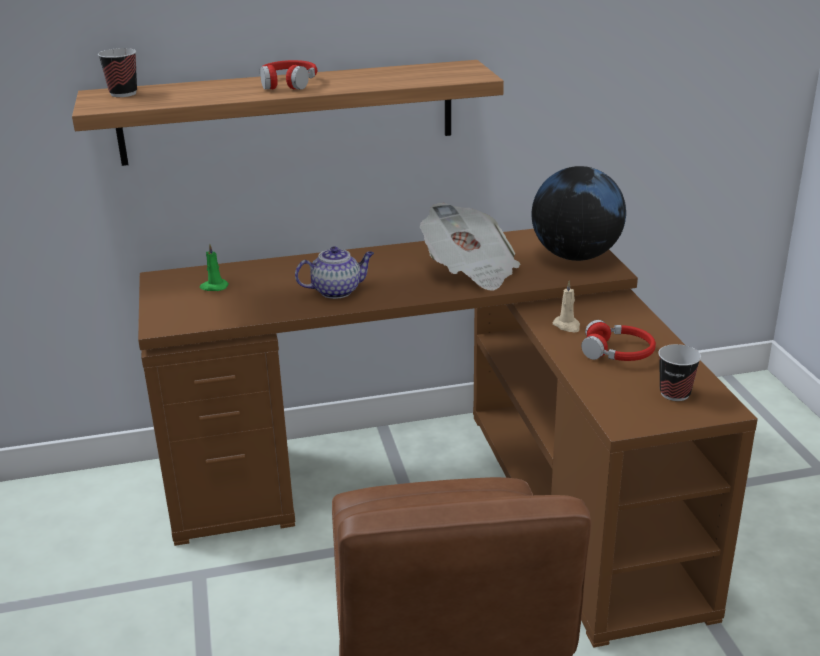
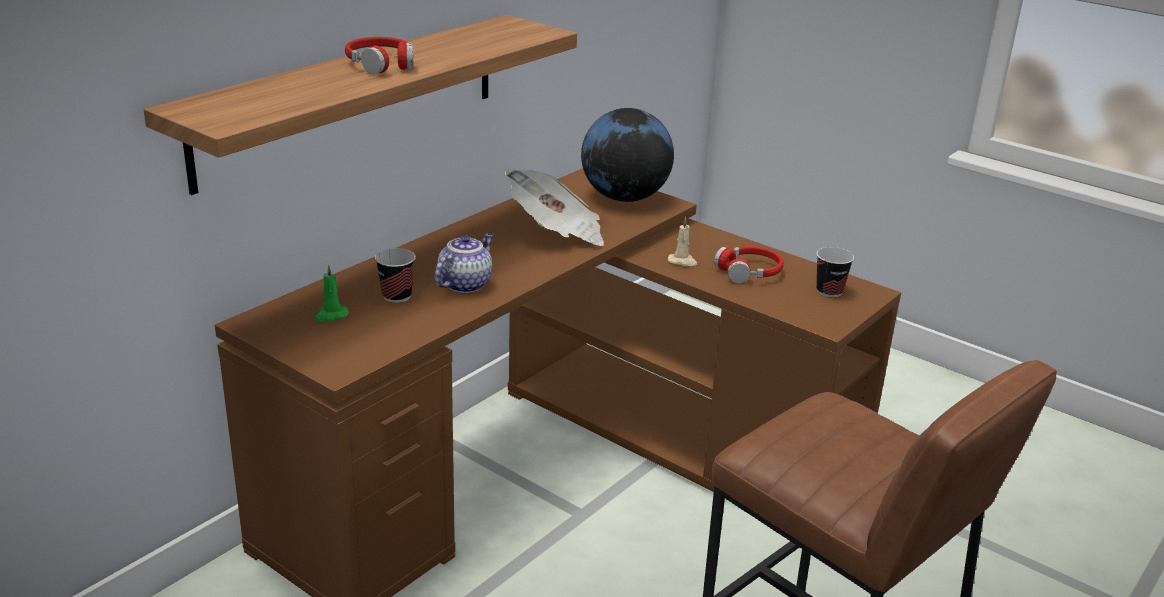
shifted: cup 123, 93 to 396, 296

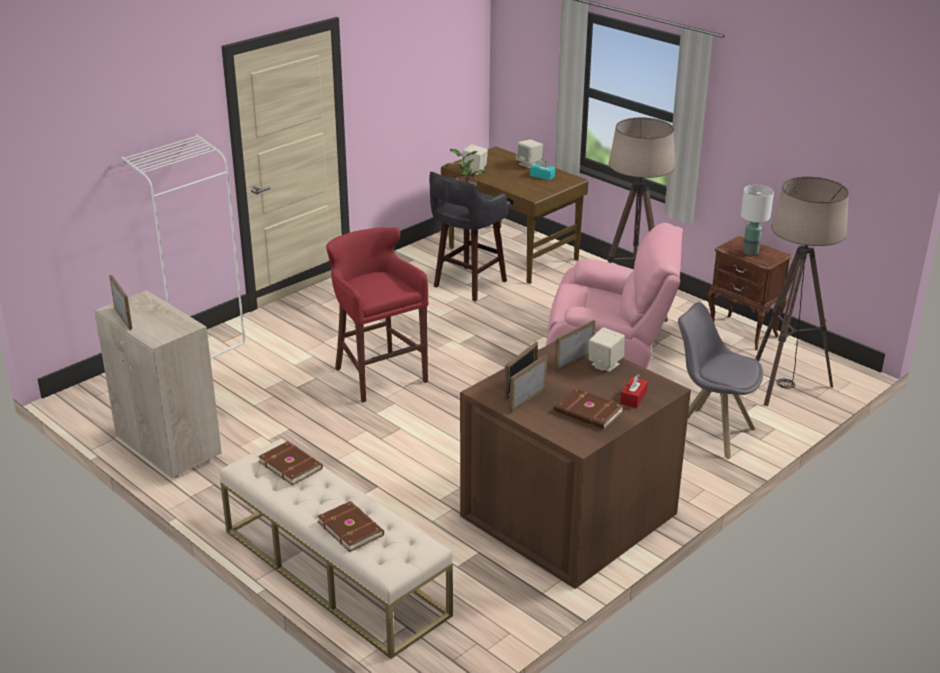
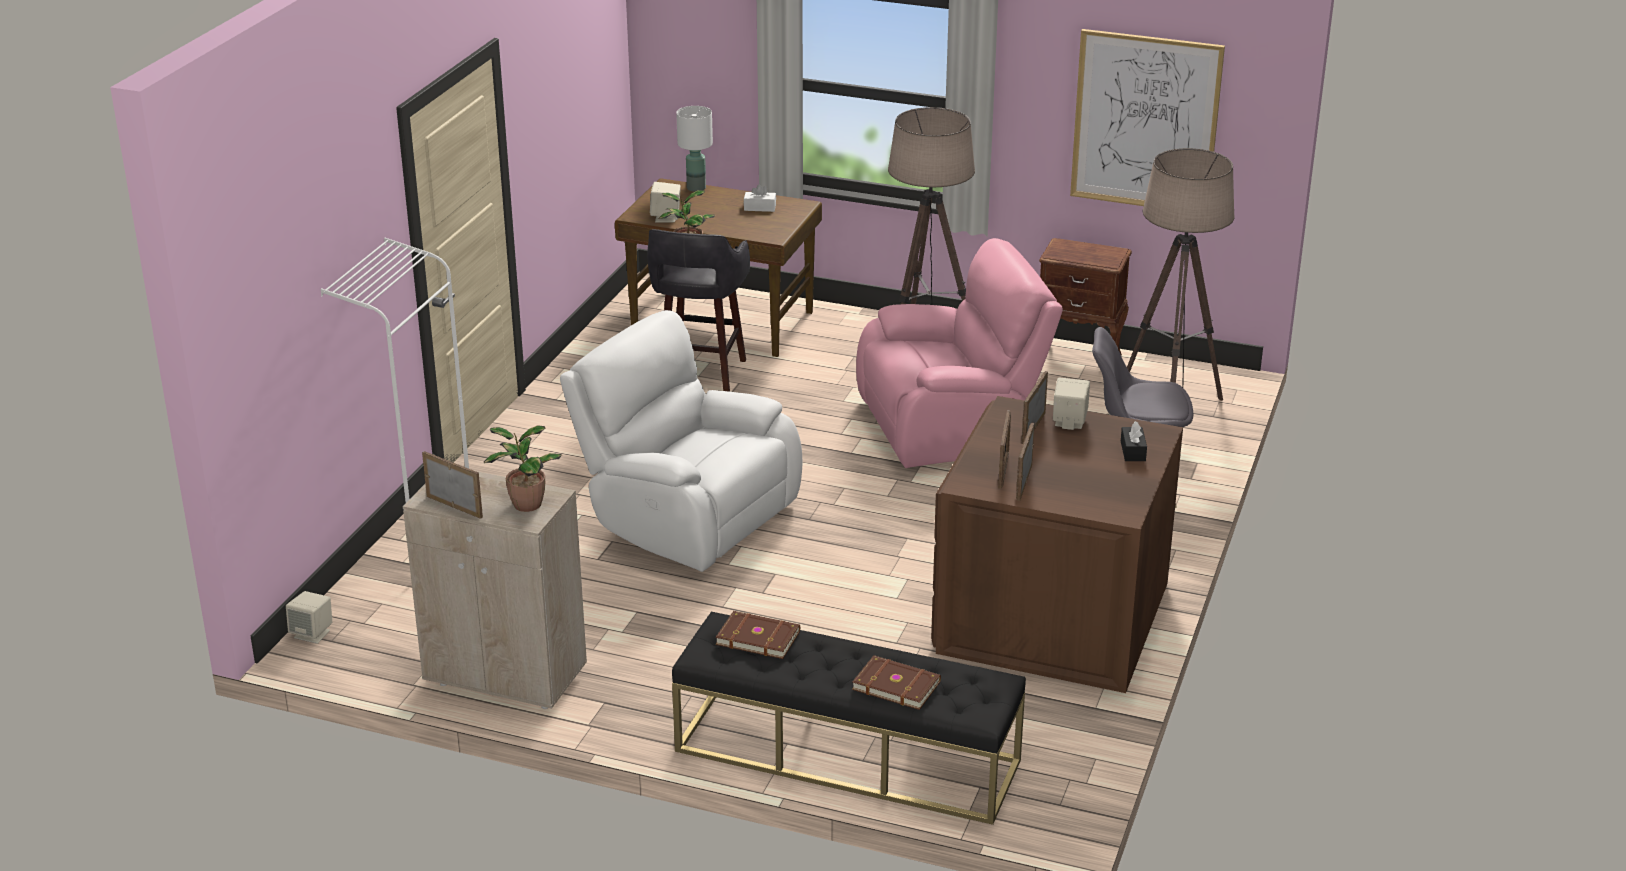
gone: brown book 588, 412
new: potted plant 525, 504; picture 1145, 121
shifted: beige speaker 529, 164 to 312, 634; white table lamp 751, 252 to 697, 188
swapped: red stool 378, 374 to white armchair 688, 517
repainted: beige bench 334, 572 to black bench 846, 756; turquoise tissue box 542, 176 to white tissue box 760, 208; red tissue box 633, 398 to black tissue box 1133, 451

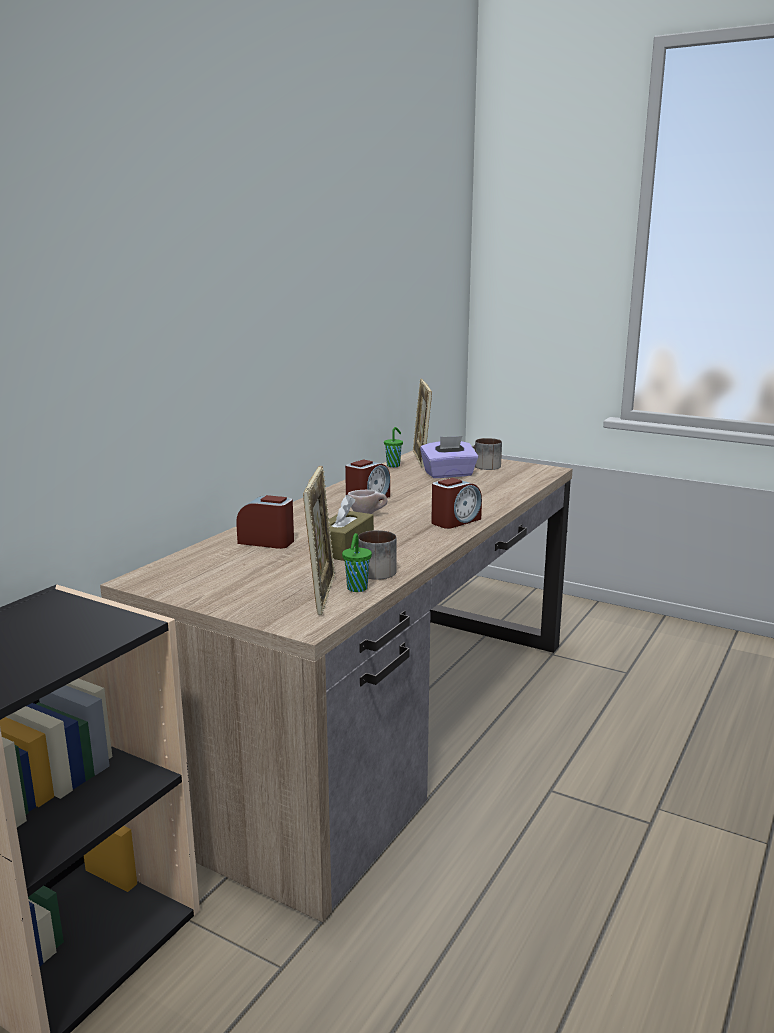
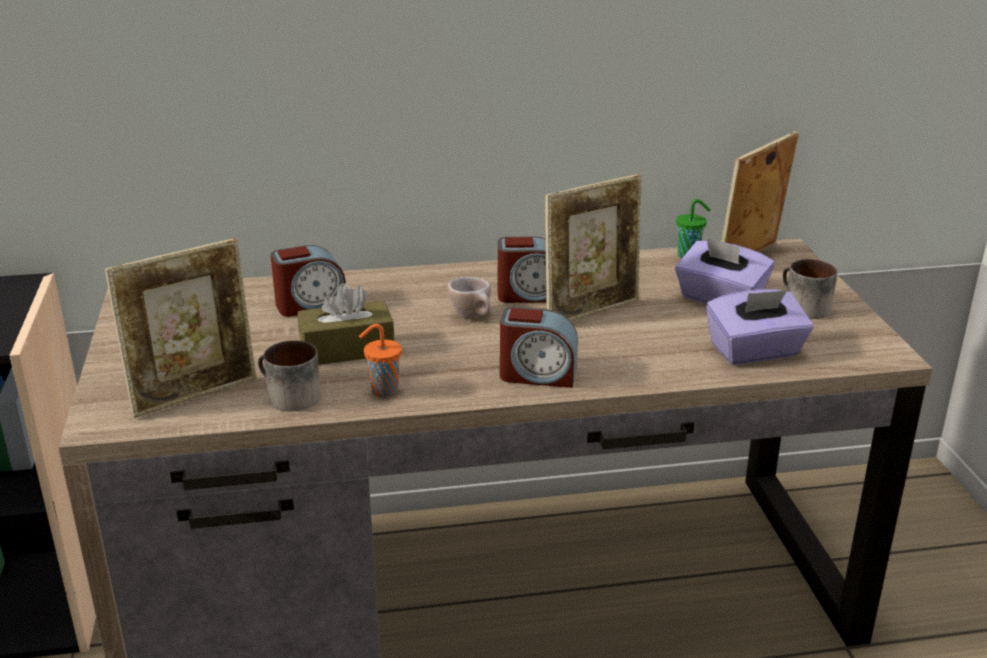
gone: green cup 356, 589
new: orange cup 383, 391; picture frame 591, 311; purple tissue box 755, 351
rotated: alarm clock 267, 541 = 310, 304 90 degrees clockwise

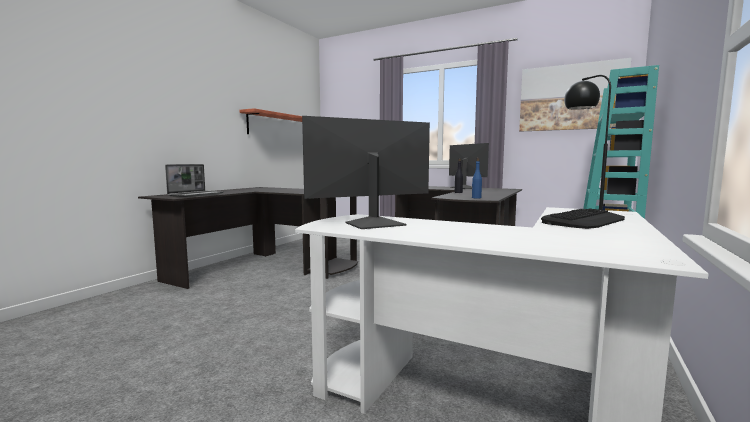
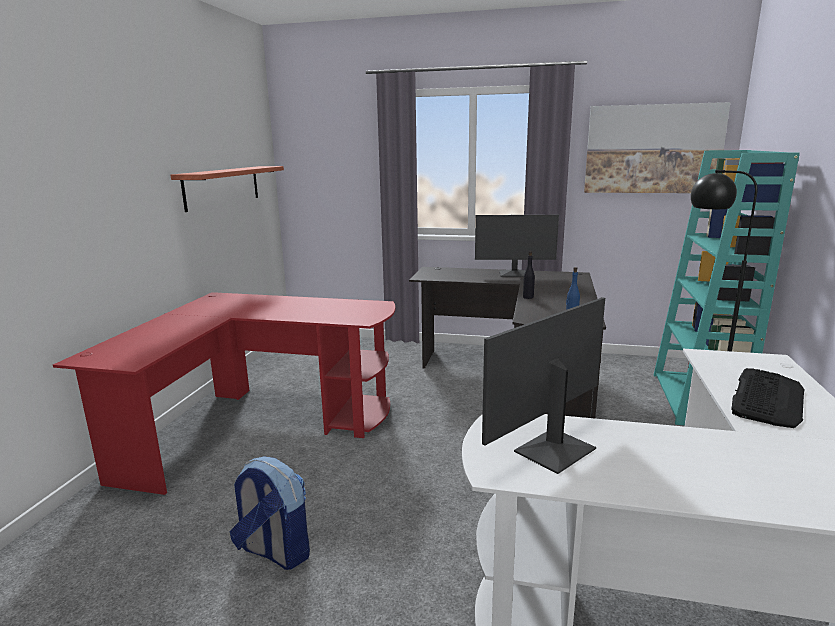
gone: laptop 196, 195
new: backpack 274, 551
repainted: black desk 265, 267 to red desk 255, 425
rotated: monitor 463, 188 = 514, 274 135 degrees clockwise

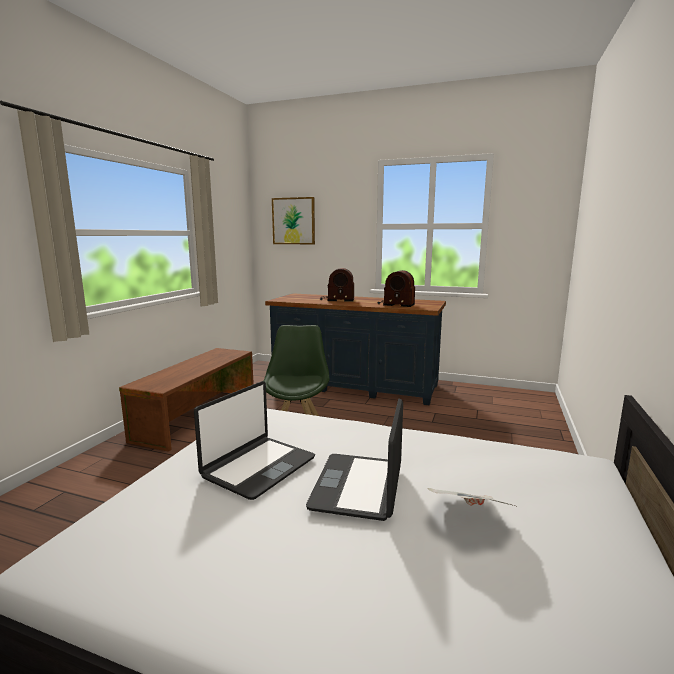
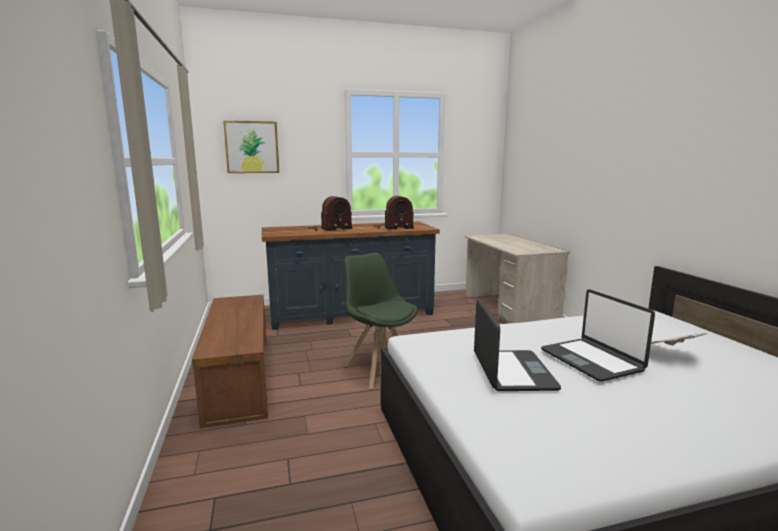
new: beige desk 508, 310

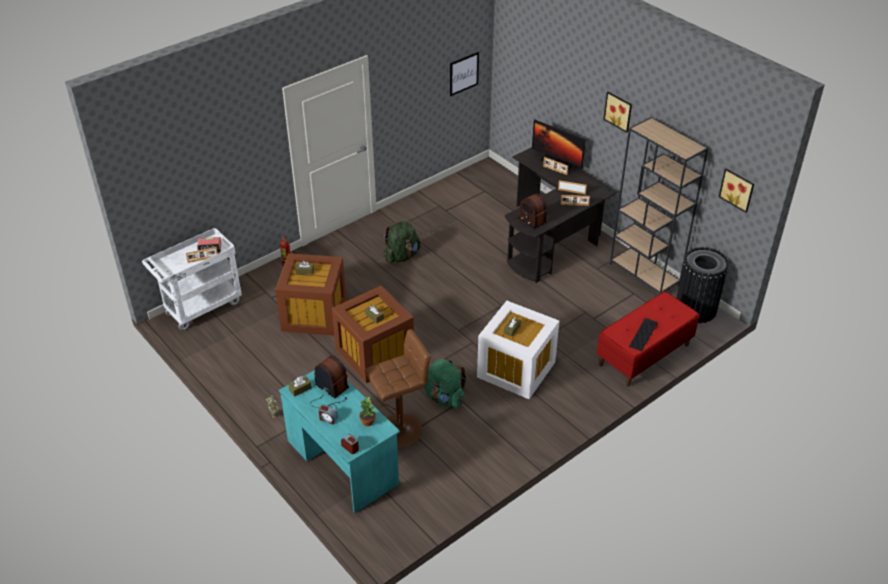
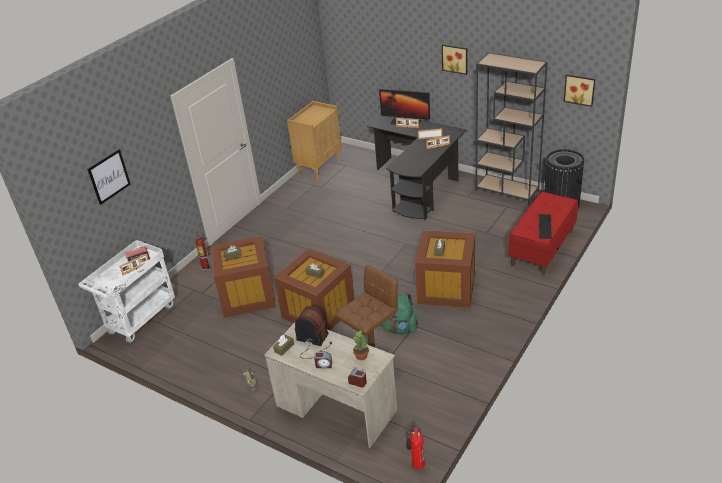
gone: green backpack 402, 256; radio 533, 216
new: brown cabinet 319, 167; fire extinguisher 417, 465
shifted: picture 464, 73 to 109, 176
repainted: turquoise desk 342, 462 to beige desk 336, 408; white storage box 517, 369 to brown storage box 447, 288

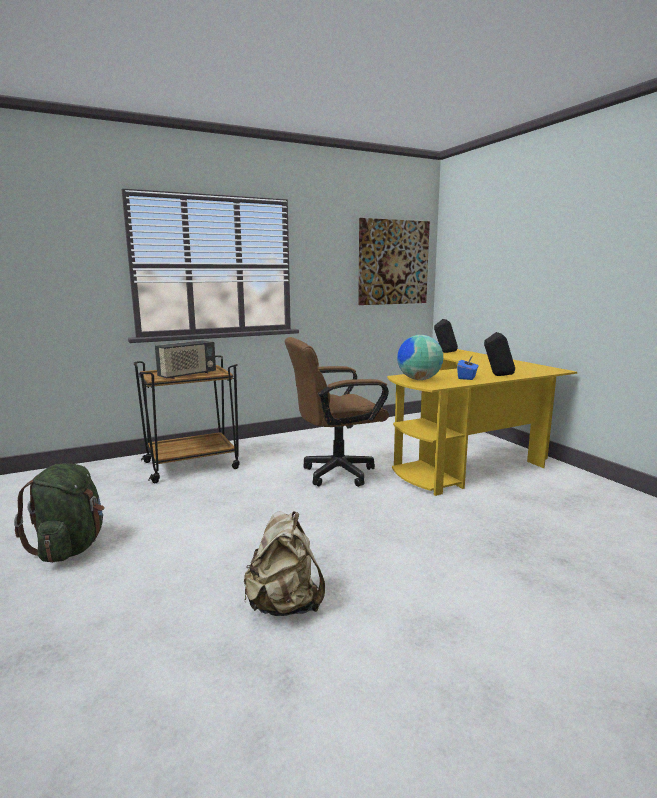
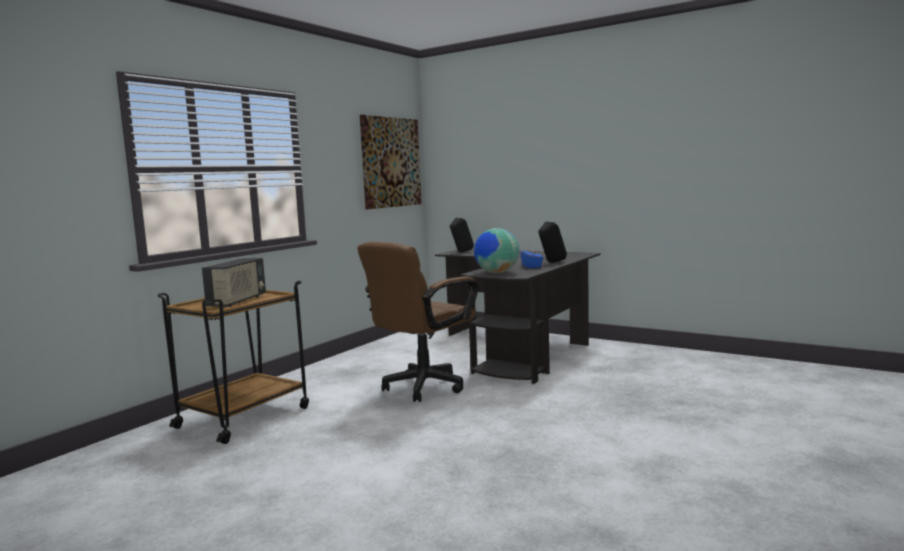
gone: green backpack 71, 547; beige backpack 284, 605
repainted: yellow desk 470, 455 to black desk 520, 348

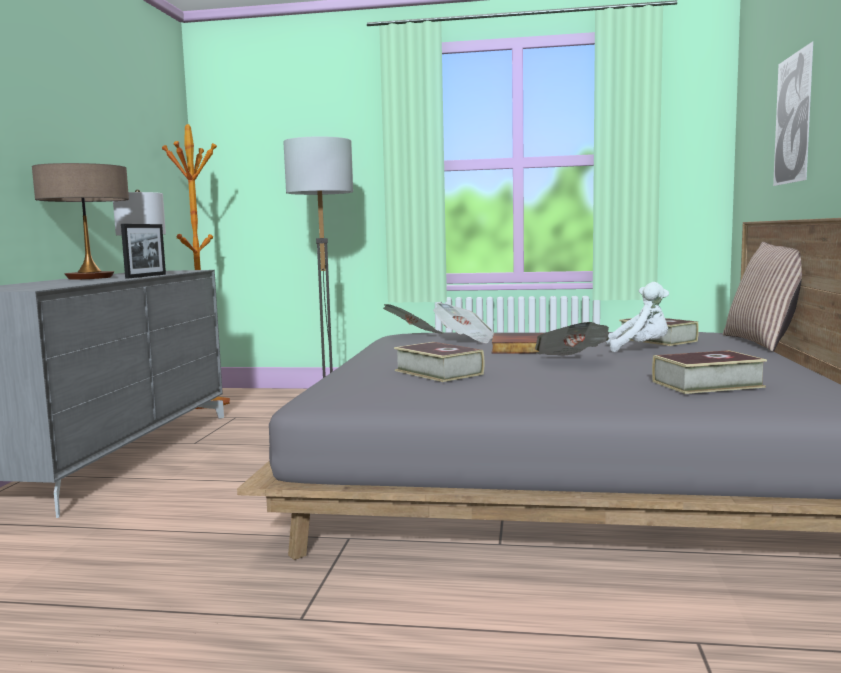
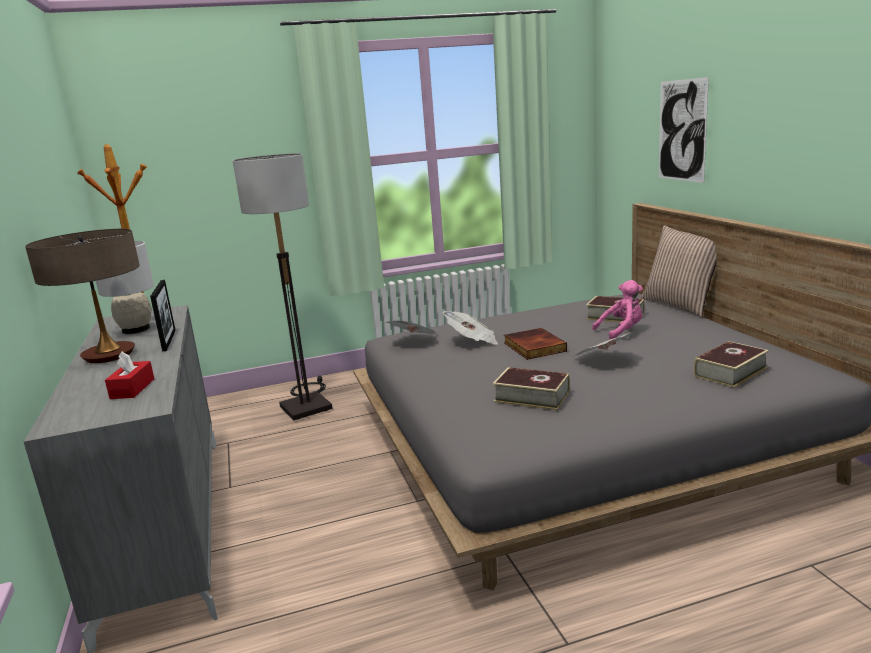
new: red tissue box 132, 389
repainted: white plush toy 640, 348 to pink plush toy 621, 331

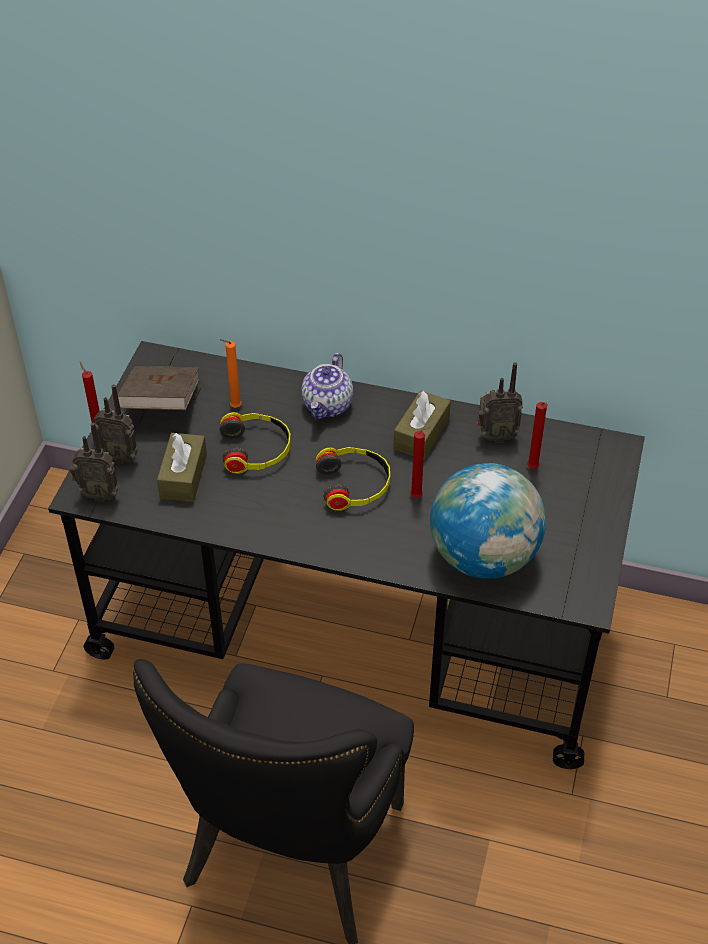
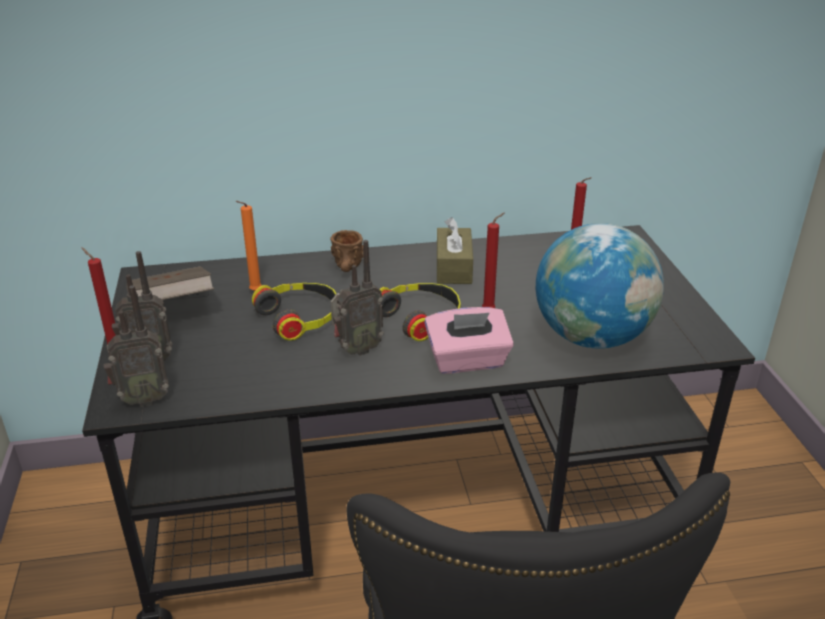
gone: brown tissue box 183, 476
new: pink tissue box 467, 361
shifted: radio 495, 436 to 356, 350
swapped: teapot 328, 406 to brown mug 349, 269

